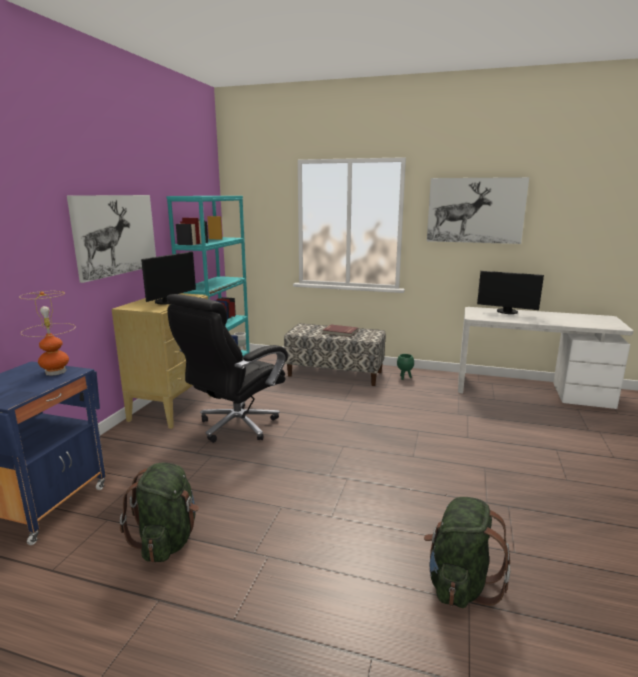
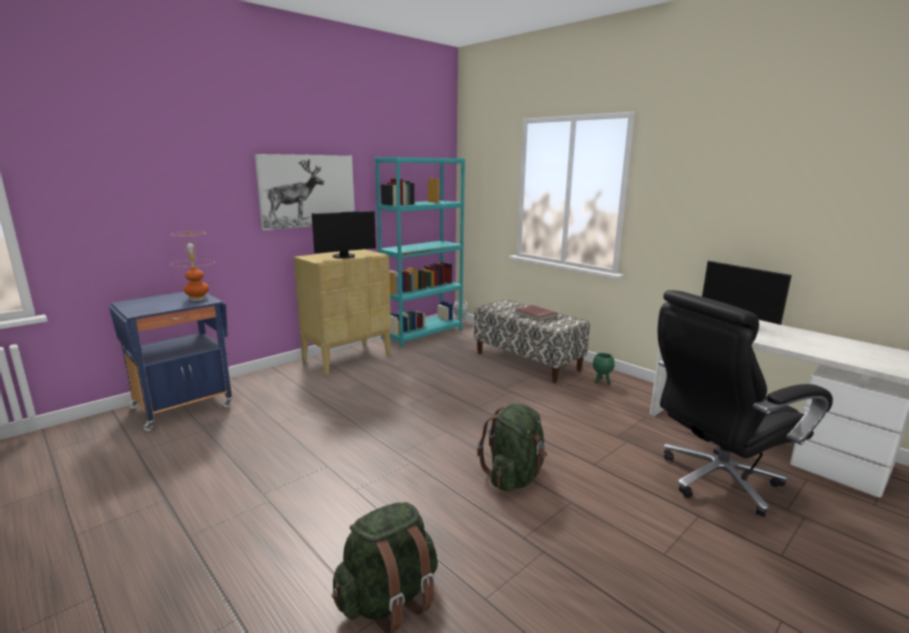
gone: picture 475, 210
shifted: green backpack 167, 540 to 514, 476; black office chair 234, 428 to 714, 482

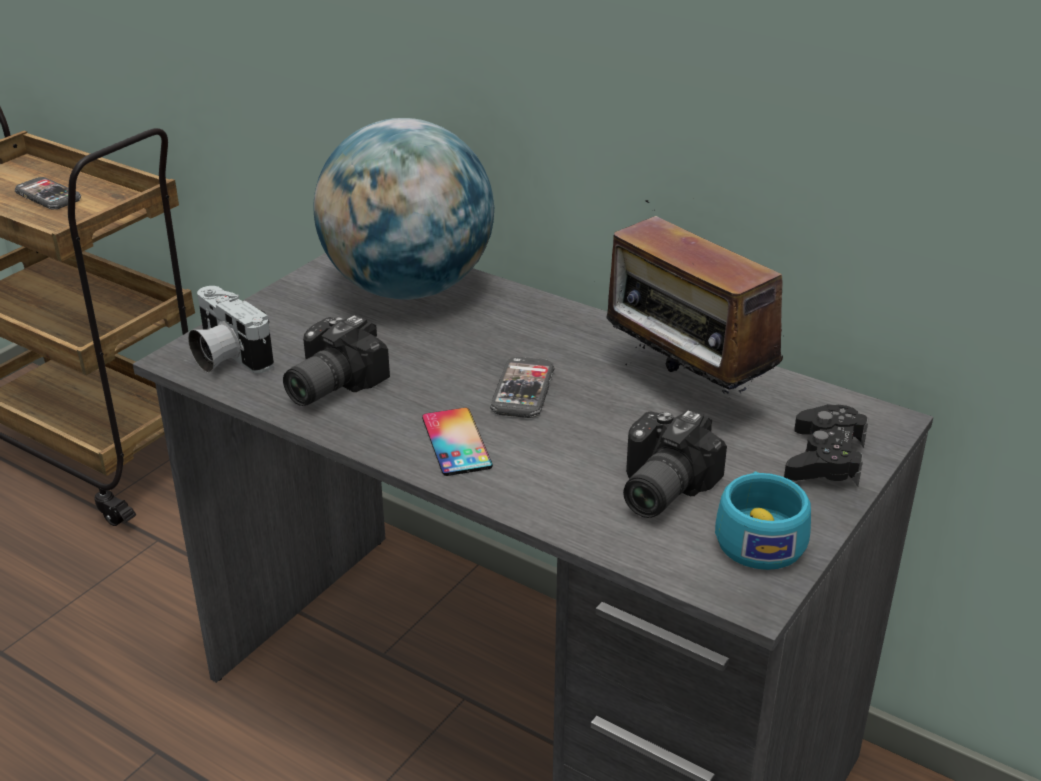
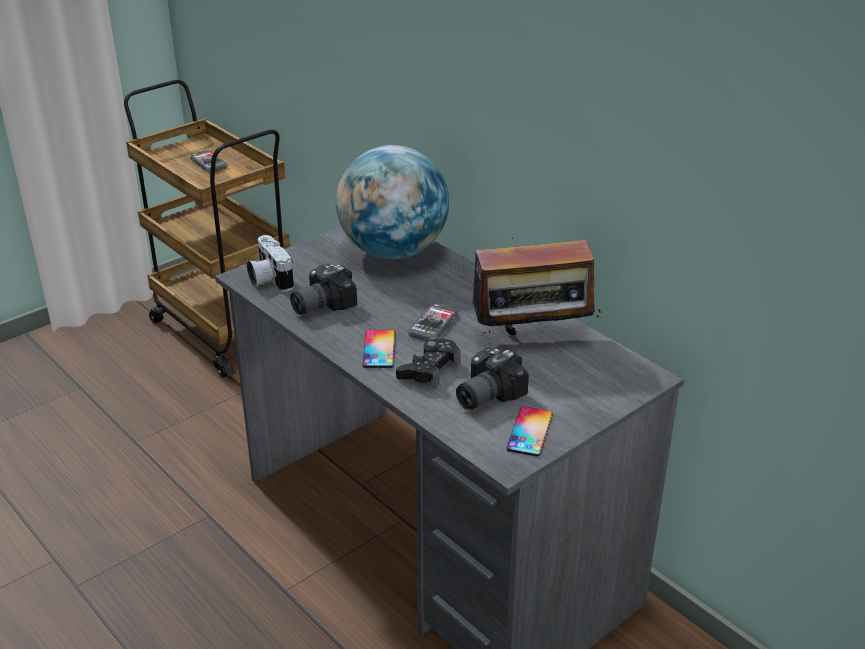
shifted: black game controller 825, 458 to 429, 370
swapped: turquoise cup 758, 537 to phone 530, 431
rotated: radio 684, 389 = 532, 338 75 degrees counterclockwise

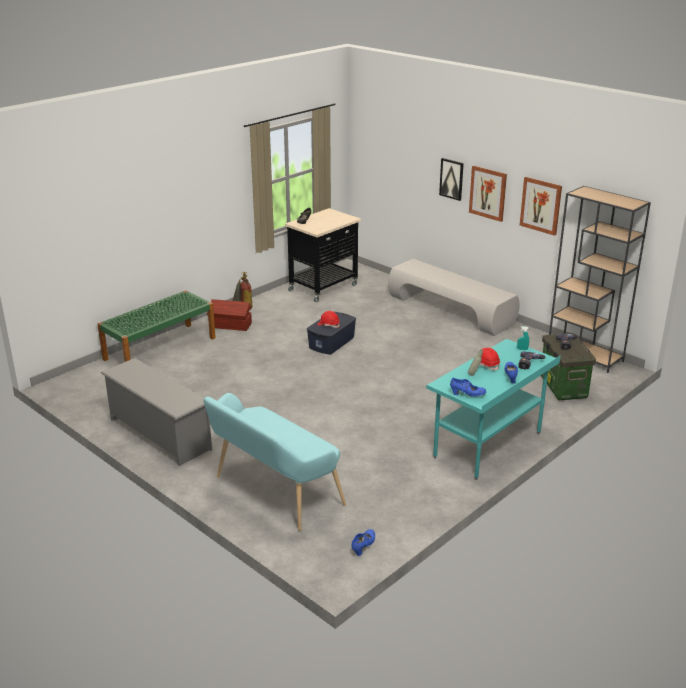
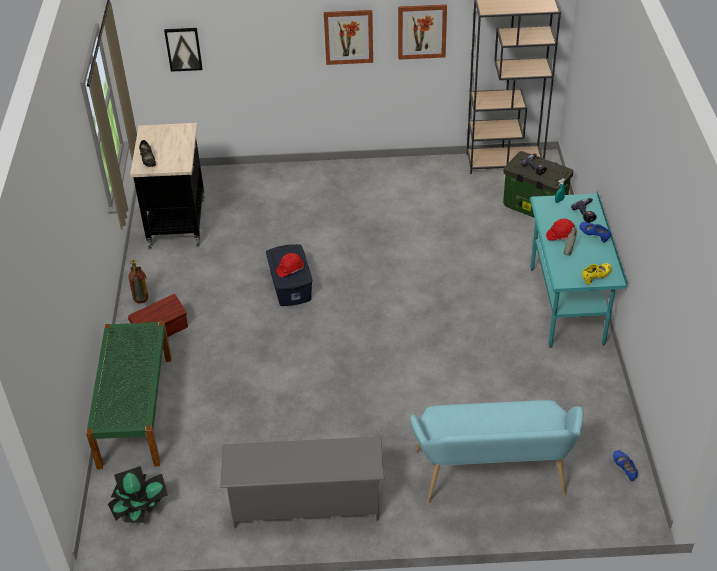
gone: grey bench 451, 310
new: potted plant 140, 509
shifted: picture 451, 179 to 183, 49
repainted: blue shoe 467, 395 to yellow shoe 596, 277

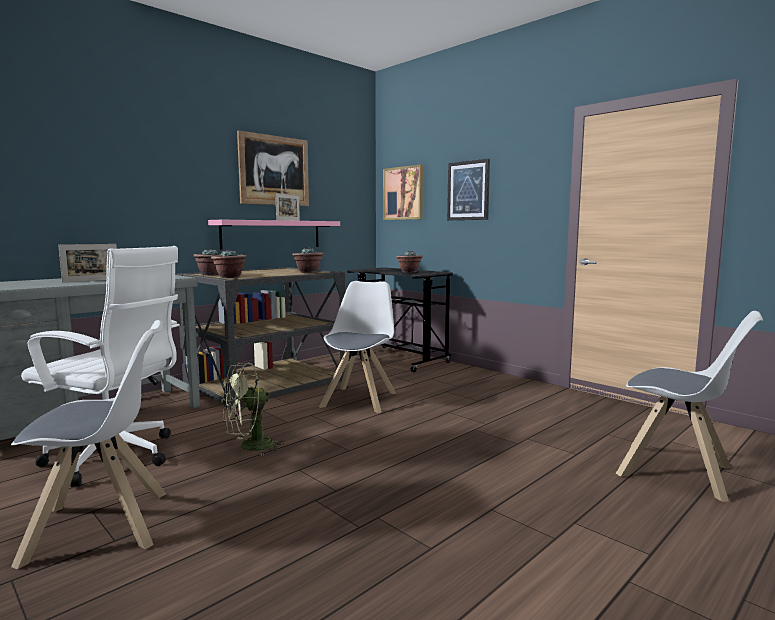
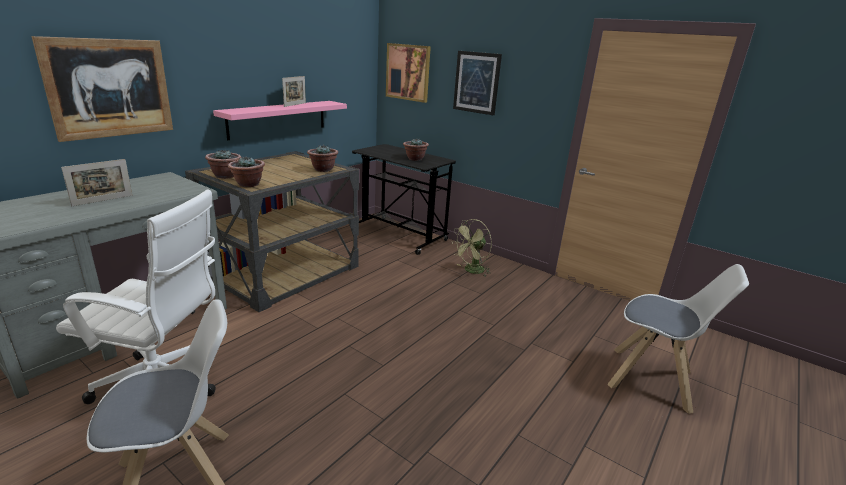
gone: chair 360, 399
shifted: picture 274, 170 to 110, 88; green fan 250, 447 to 471, 271

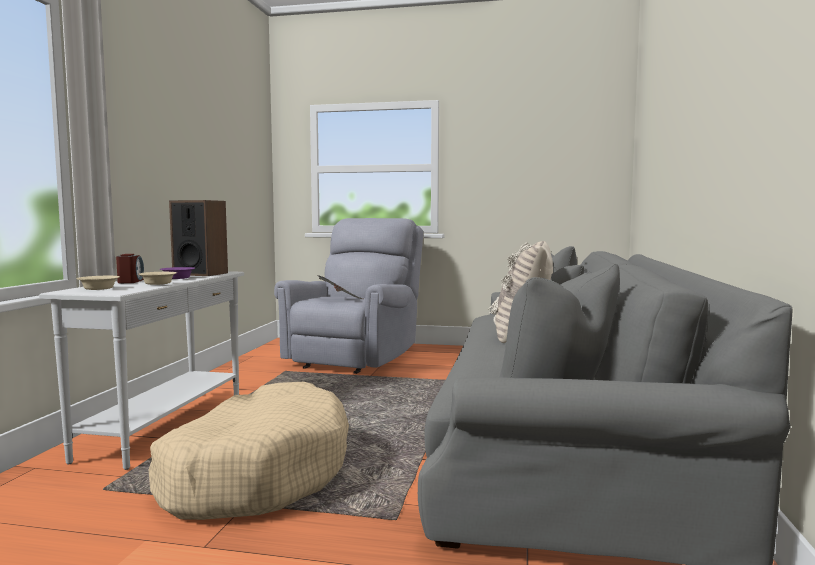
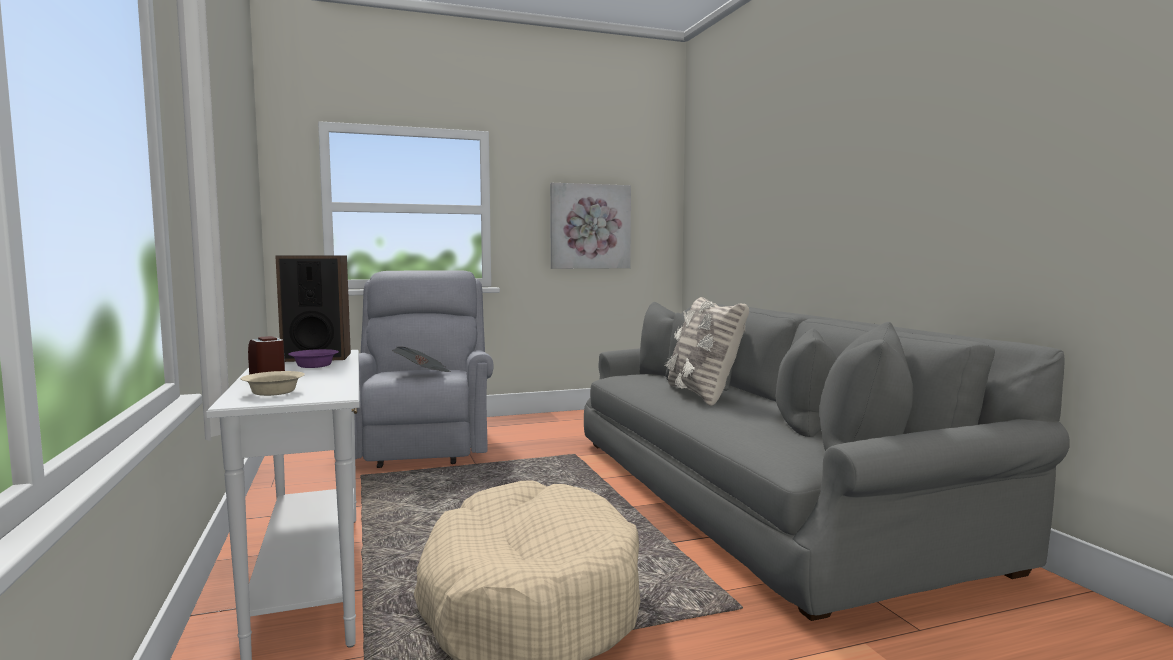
gone: beige bowl 159, 283
new: picture 590, 226

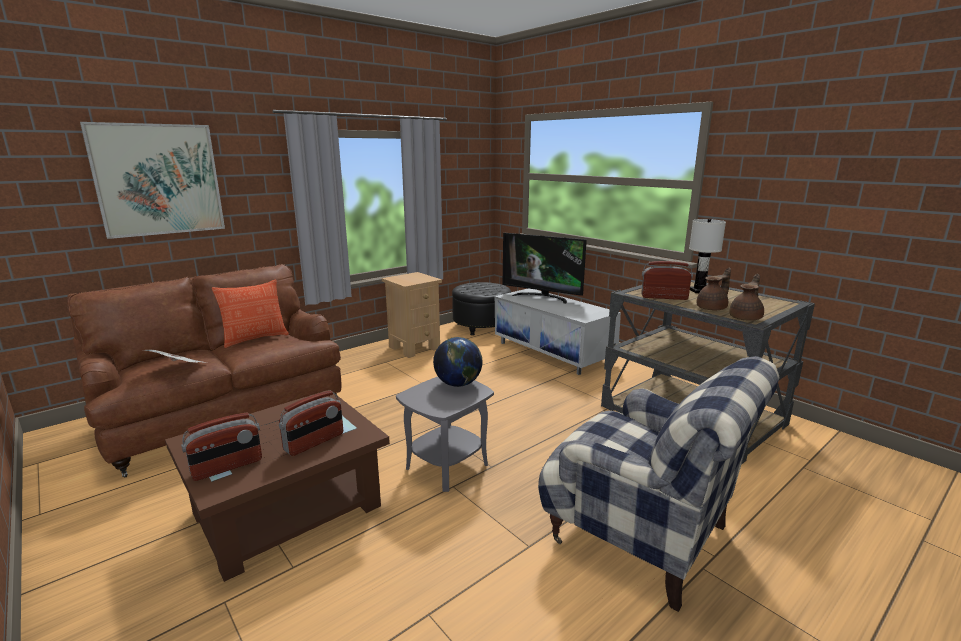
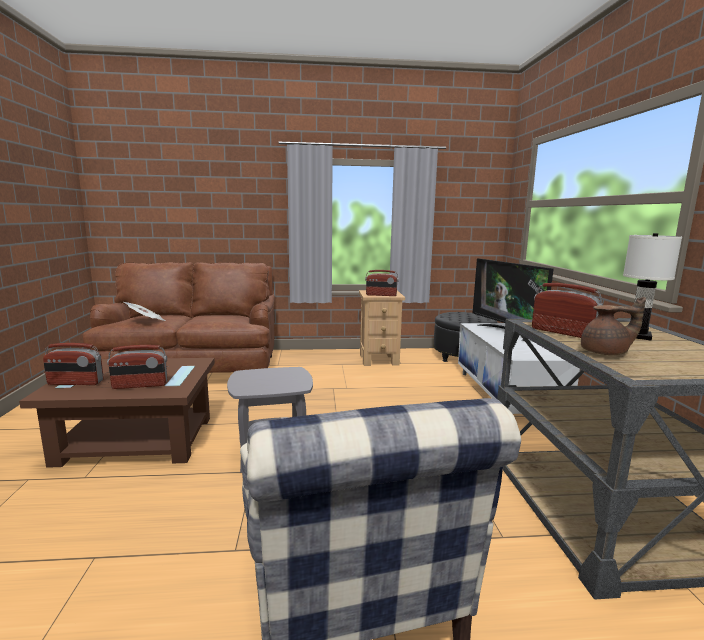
gone: picture 158, 180; orange pillow 255, 339; globe 458, 384; brown teapot 746, 318
new: radio 381, 295

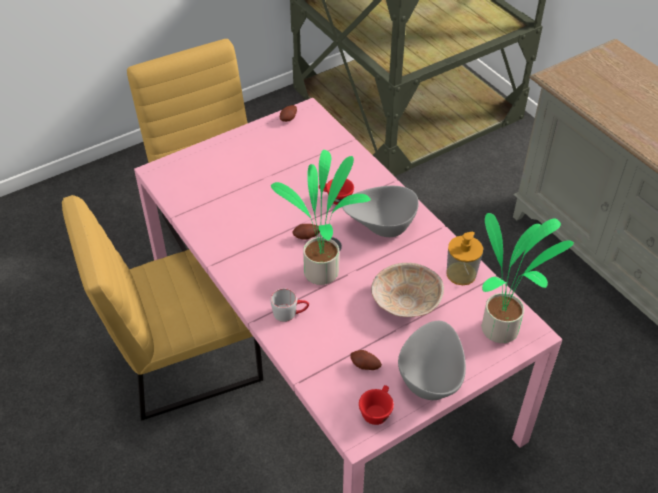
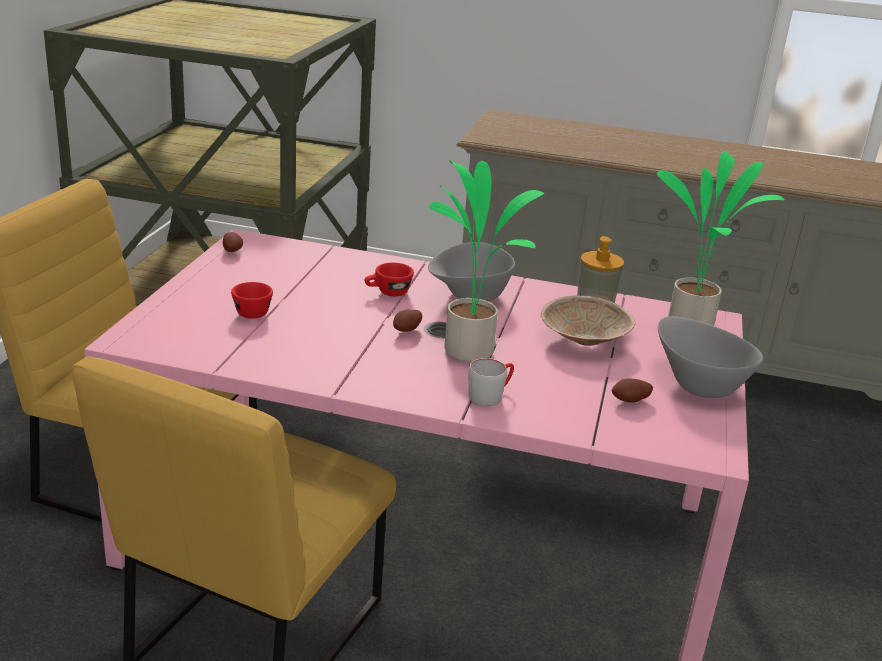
shifted: red cup 376, 411 to 250, 311

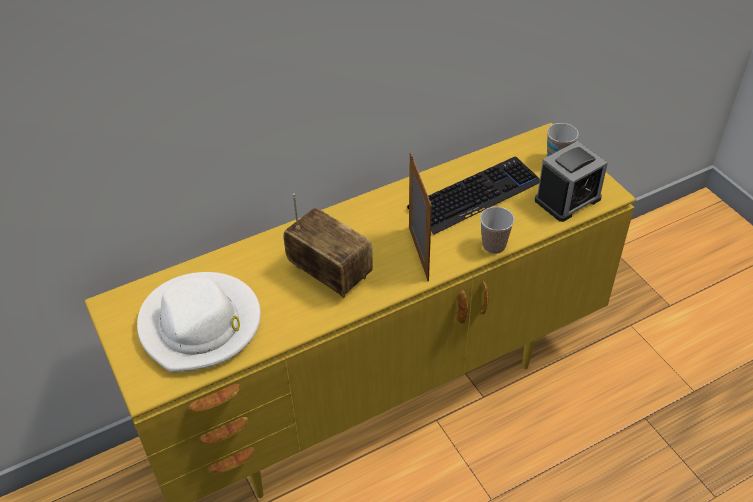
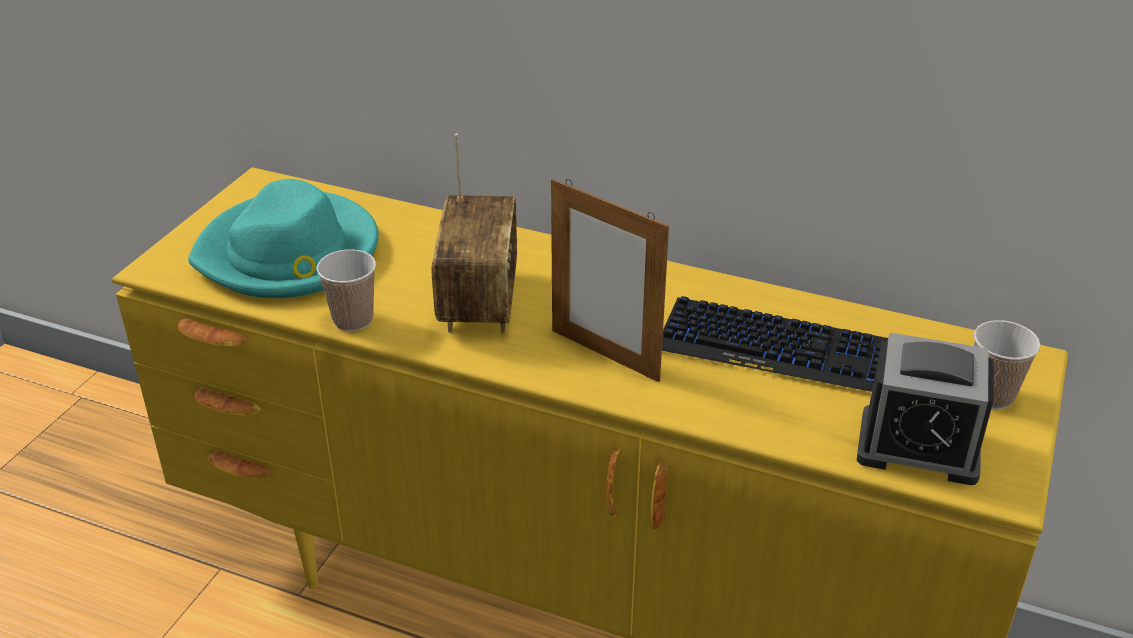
shifted: cup 494, 246 to 353, 320
repainted: white hat 201, 325 to turquoise hat 289, 253
rotated: picture frame 418, 253 = 604, 355 90 degrees clockwise

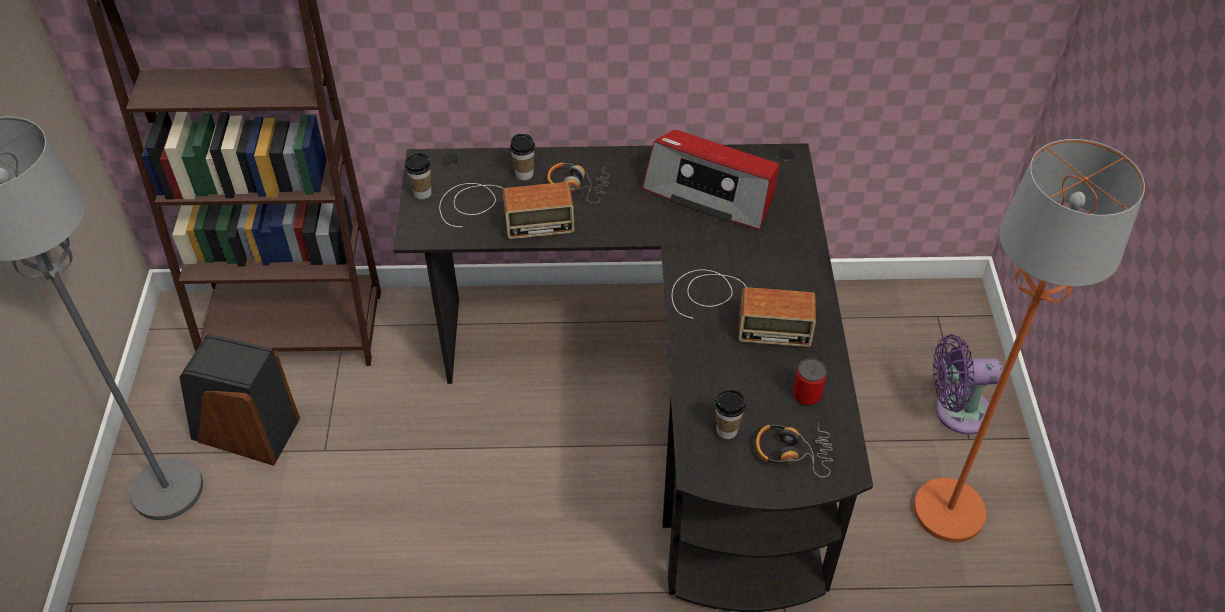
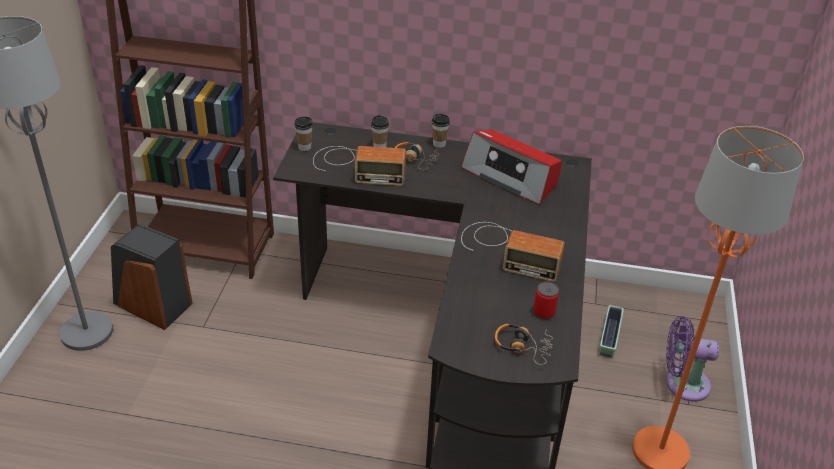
new: planter 609, 337
shifted: cup 726, 430 to 439, 144

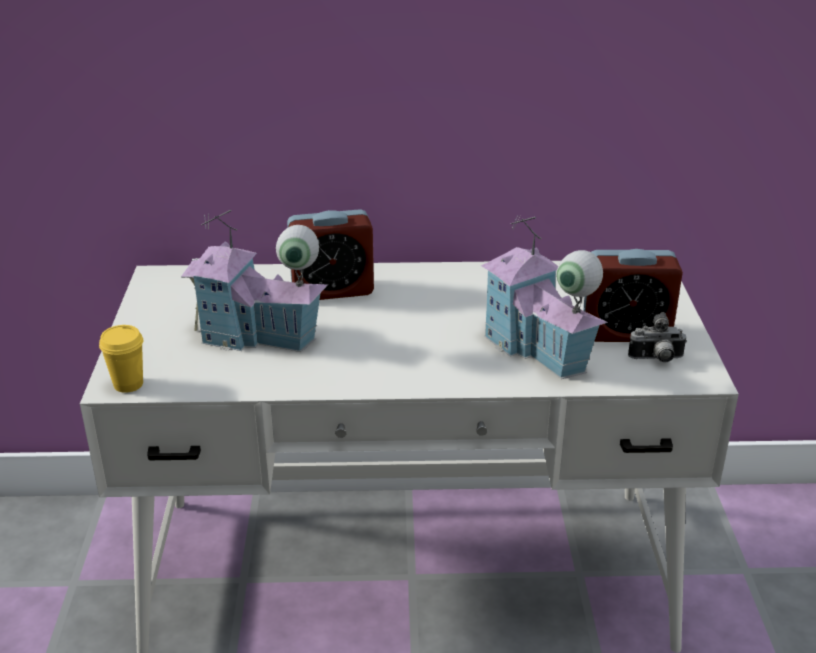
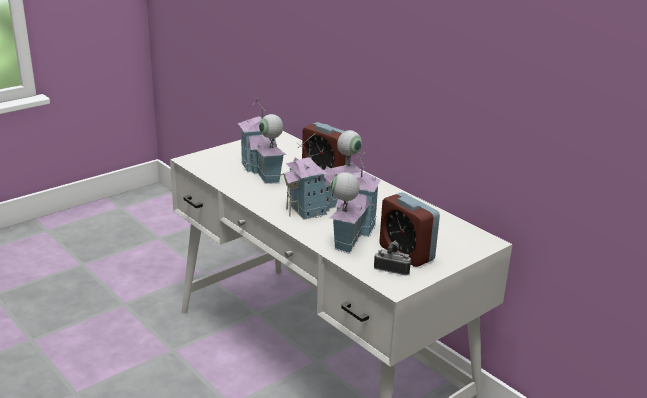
gone: yellow cup 128, 384
new: toy house 321, 207
rotated: photo camera 656, 359 = 392, 269 150 degrees clockwise

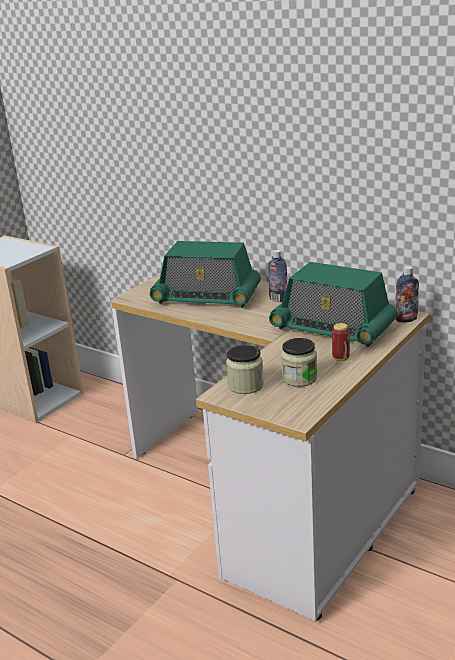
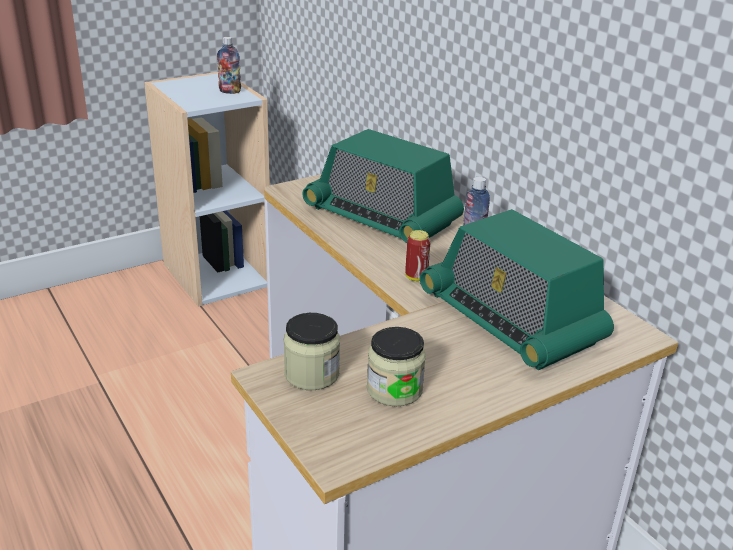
shifted: bottle 406, 319 to 230, 91; can 340, 358 to 416, 277

